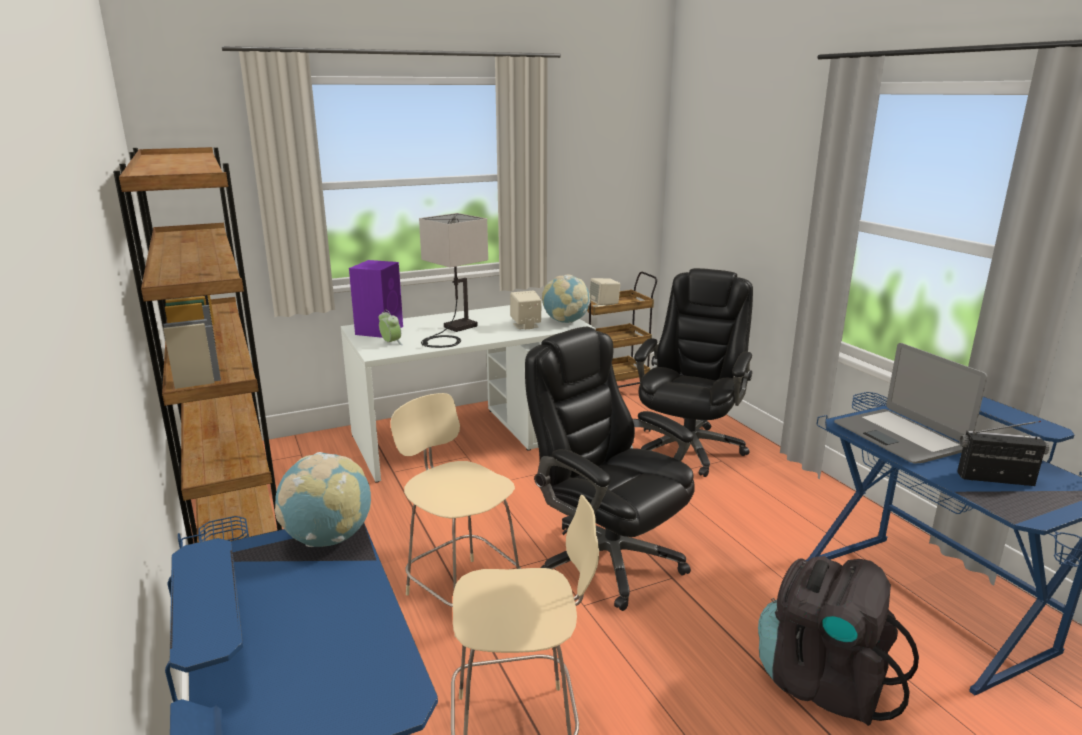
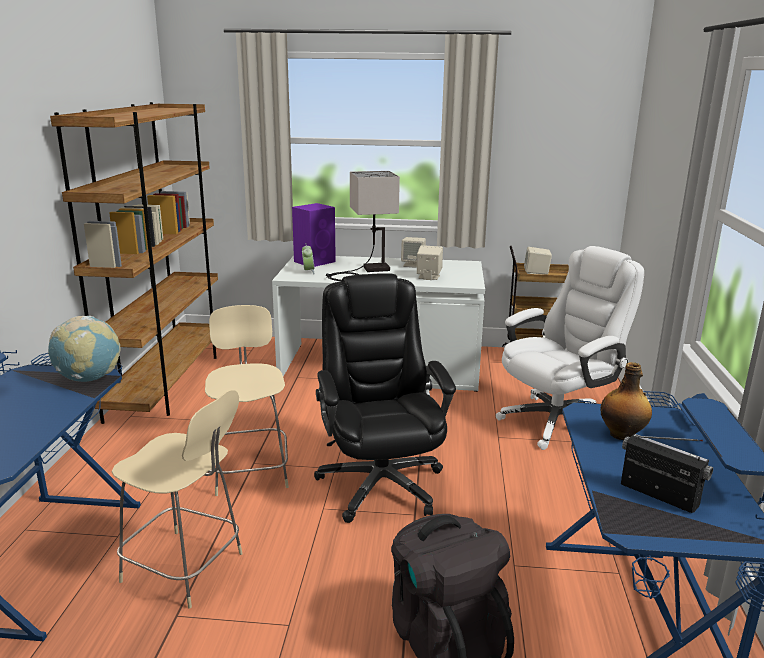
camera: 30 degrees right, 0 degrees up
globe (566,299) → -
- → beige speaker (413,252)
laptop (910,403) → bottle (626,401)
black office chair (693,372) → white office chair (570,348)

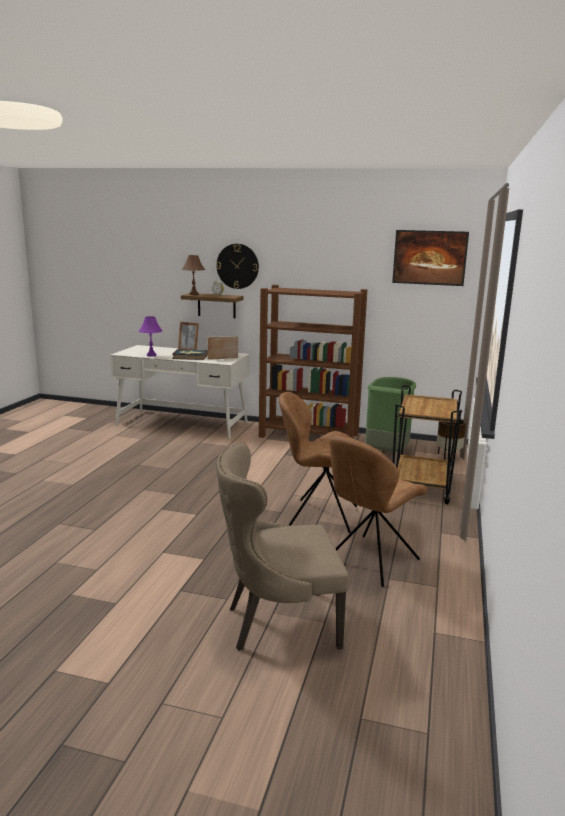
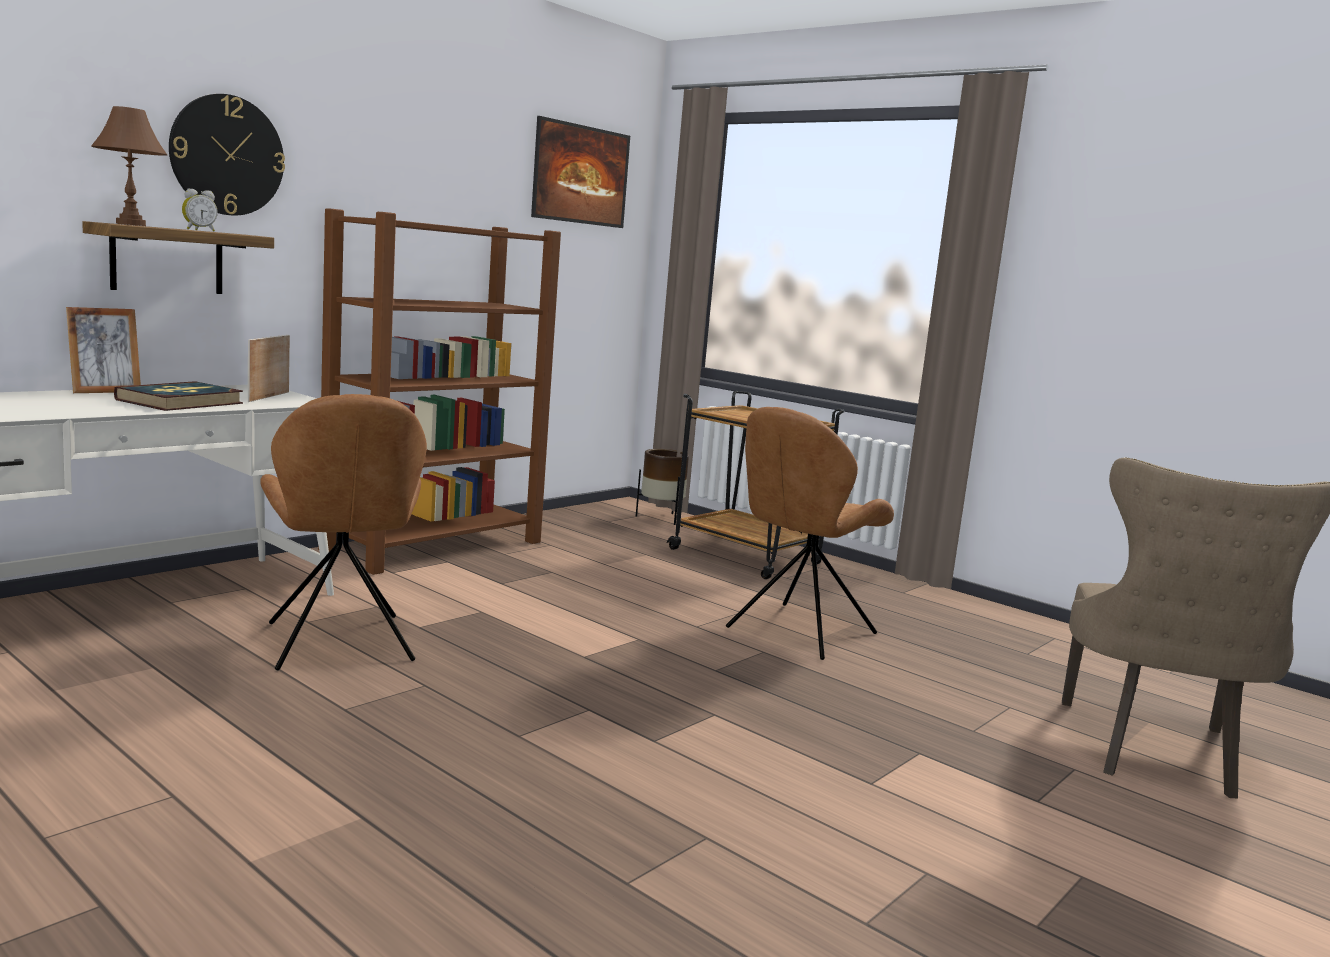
camera: 65 degrees left, 5 degrees down
purple table lamp (150,336) → -
green trash can (390,414) → -
brown chair (378,511) → brown chair (343,532), move

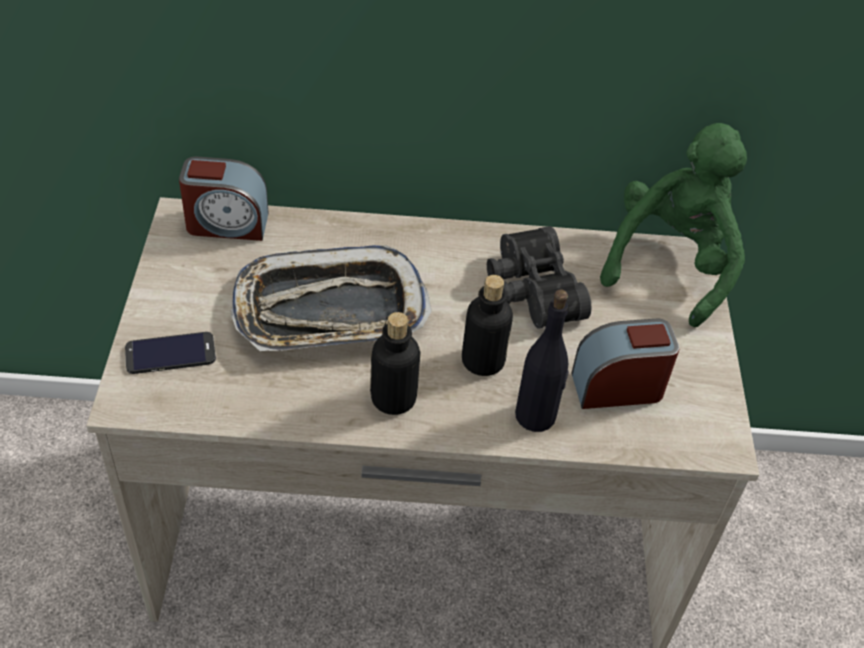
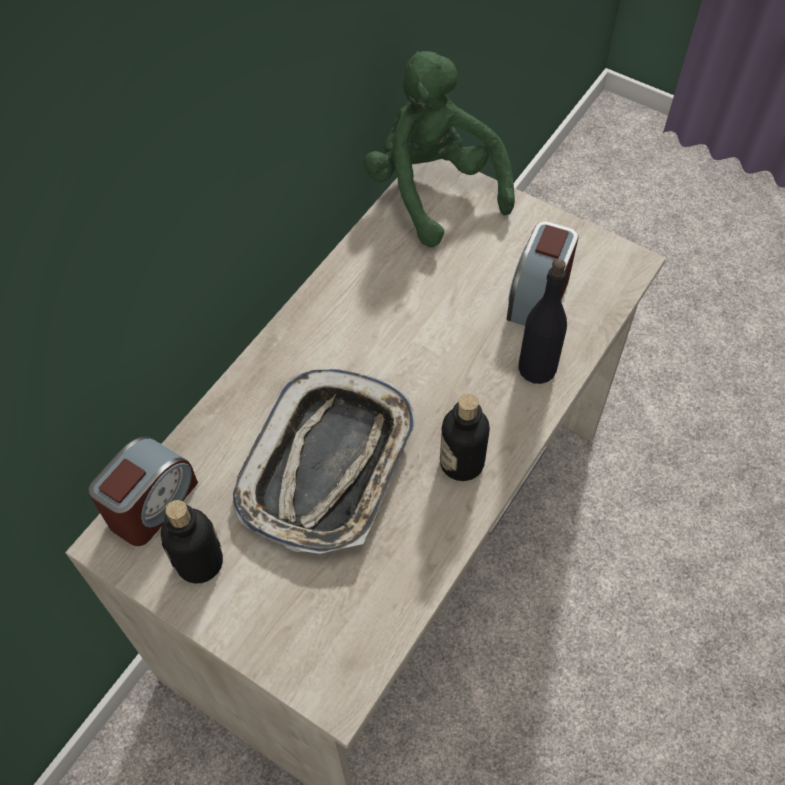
camera: 55 degrees left, 10 degrees up
phone (170,353) → -
black binoculars (539,277) → -
bottle (487,325) → bottle (192,542), move

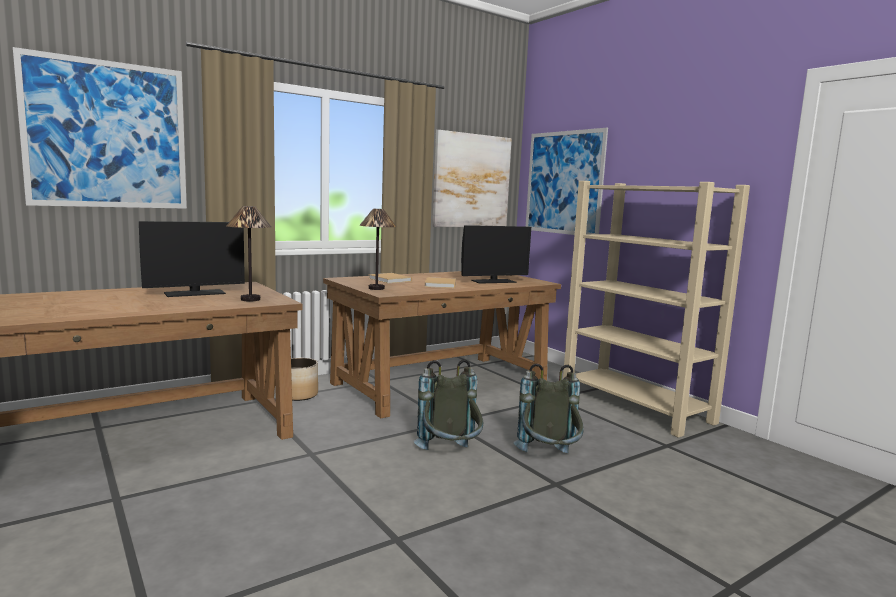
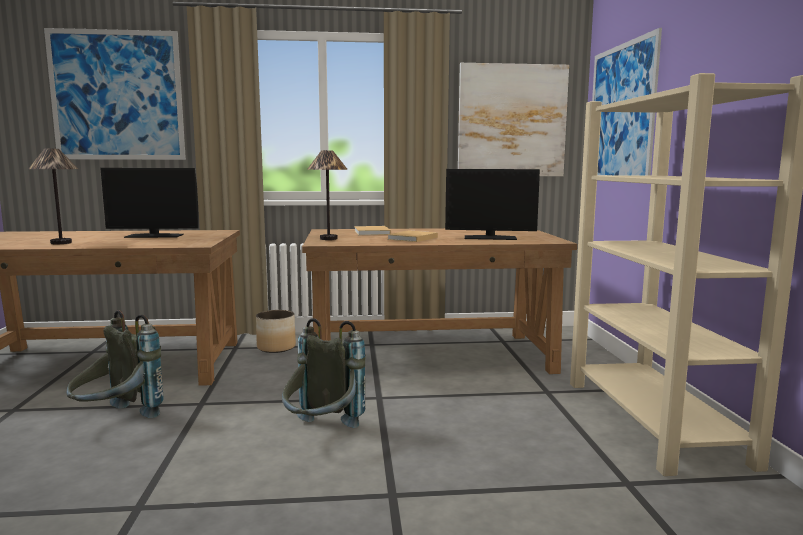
camera: 30 degrees right, 0 degrees up
table lamp (248,253) → table lamp (53,196), move
grey backpack (549,408) → grey backpack (114,364), move

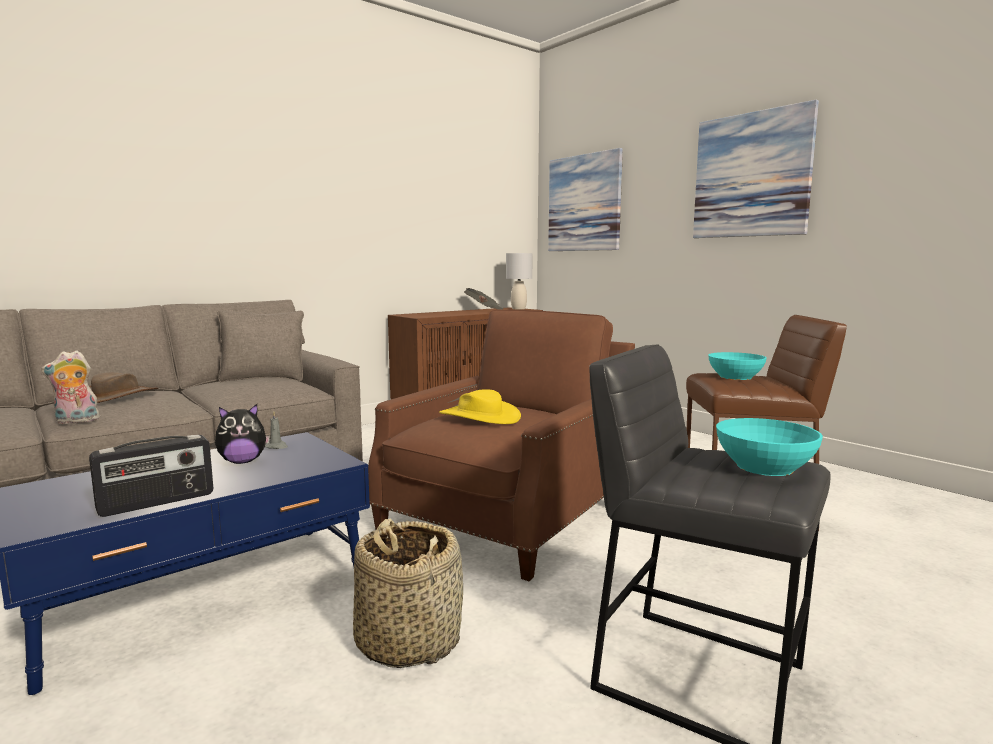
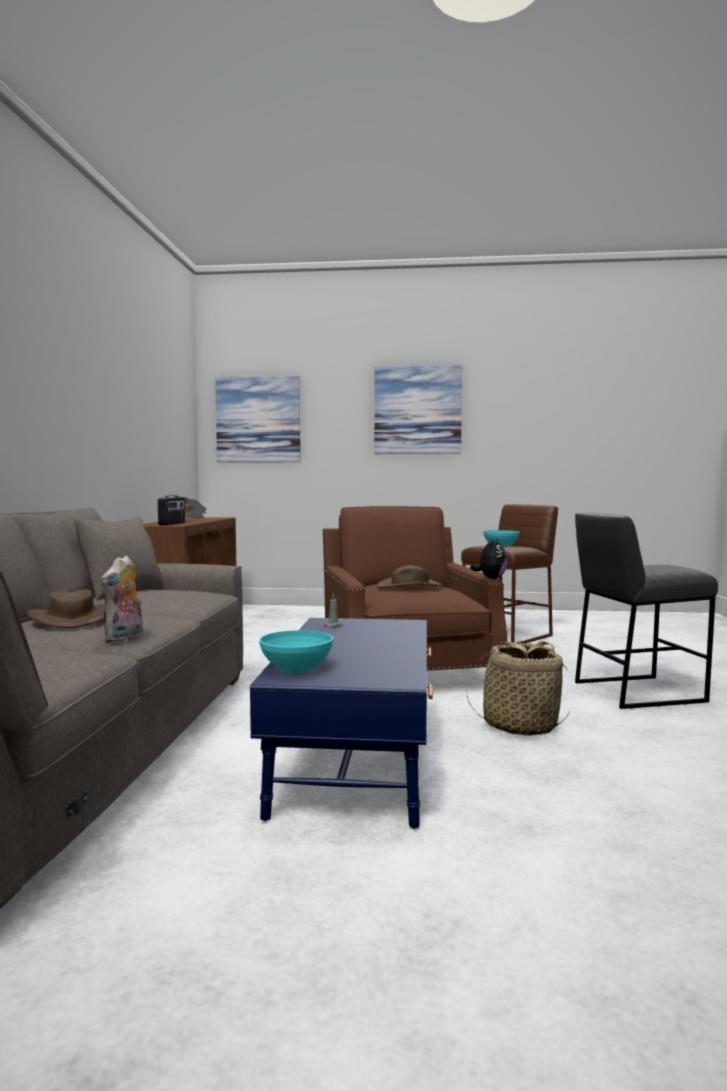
camera: 45 degrees left, 5 degrees down
grey table lamp (519,281) → -
radio (151,475) → radio (171,510), move
plush toy (242,434) → plush toy (488,558), move
turquoise bowl (769,447) → turquoise bowl (296,651), move
yellow hat (480,406) → brown hat (410,576)

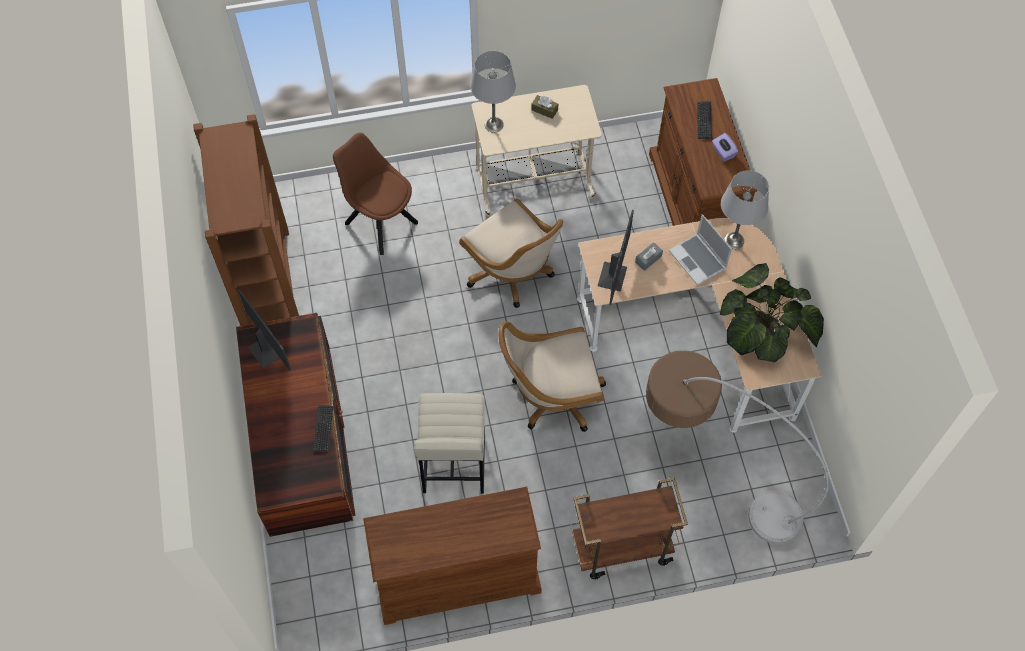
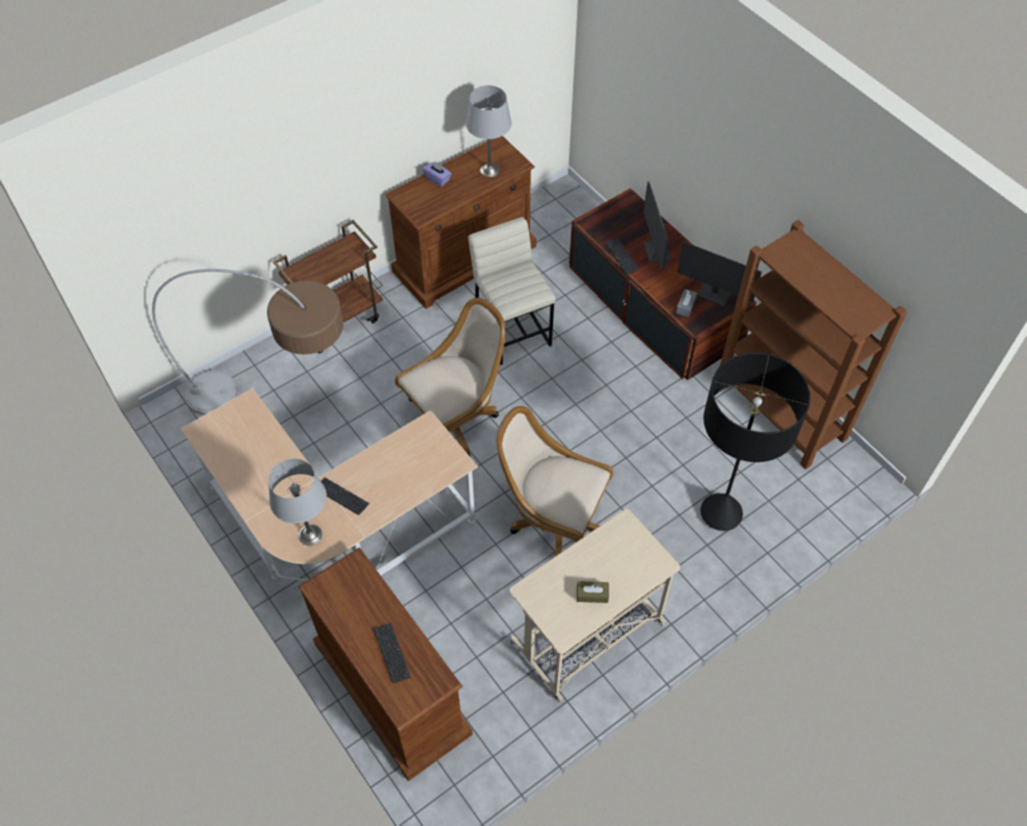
camera: 155 degrees right, 5 degrees down
potted plant (772,312) → -
grey table lamp (493,92) → grey table lamp (489,131), move
monitor (616,257) → monitor (657,226), move
grey tissue box (649,256) → grey tissue box (686,303), move
purple tissue box (725,147) → purple tissue box (437,174), move
brown chair (375,194) → black floor lamp (755,441)
laptop (700,250) → keyboard (345,496)

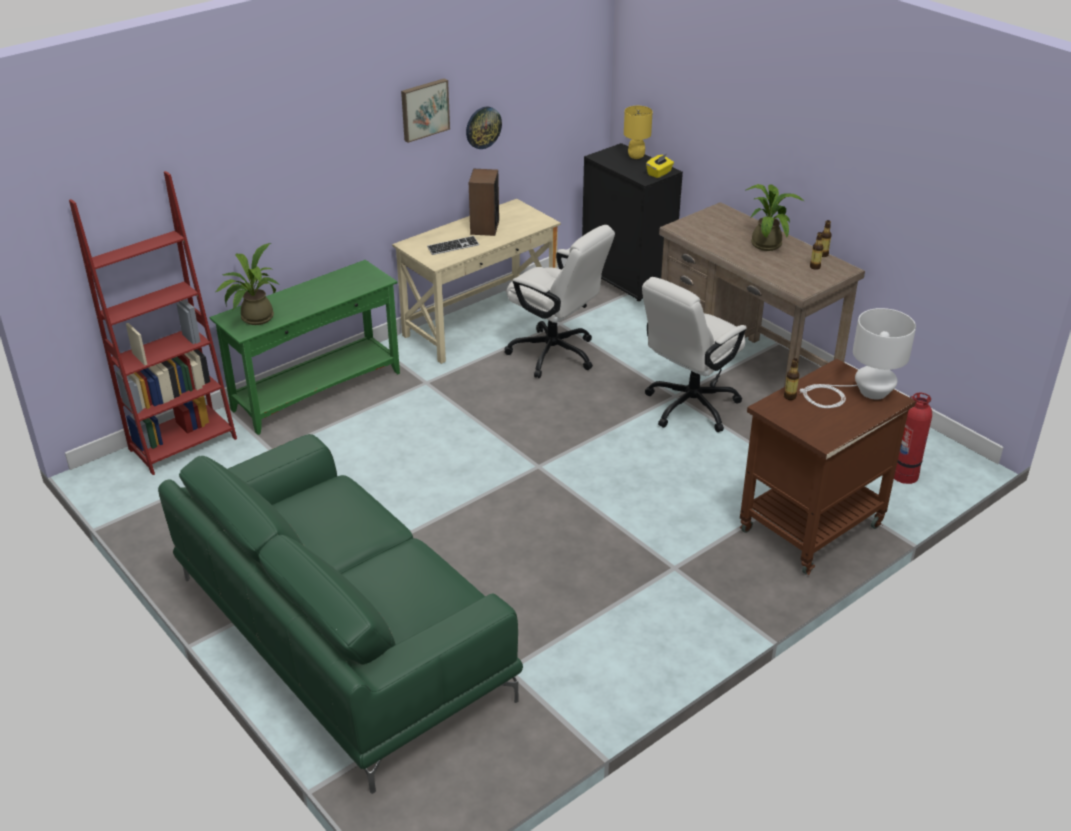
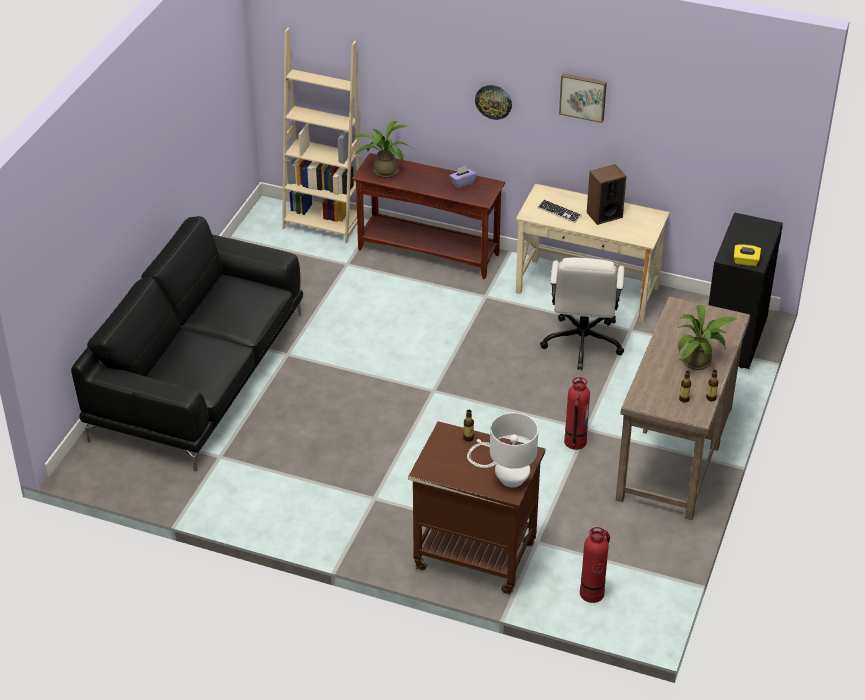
camera: 60 degrees right, 5 degrees up
yellow table lamp (638,132) → -
- → purple tissue box (463,177)
wall clock (484,128) → wall clock (493,102), move
white office chair (694,354) → fire extinguisher (577,413)
red bookcase (153,323) → beige bookcase (321,136)
green sofa (340,614) → black sofa (187,344)
green console table (304,347) → brown console table (428,216)

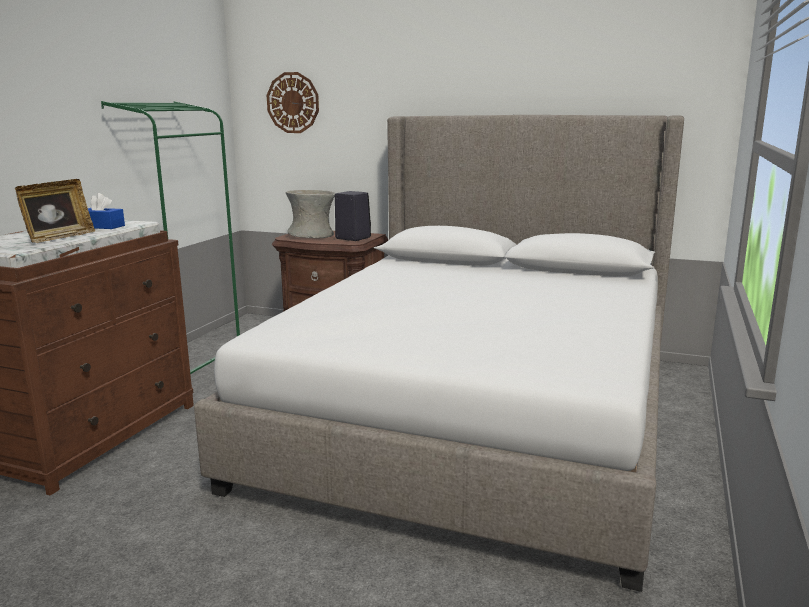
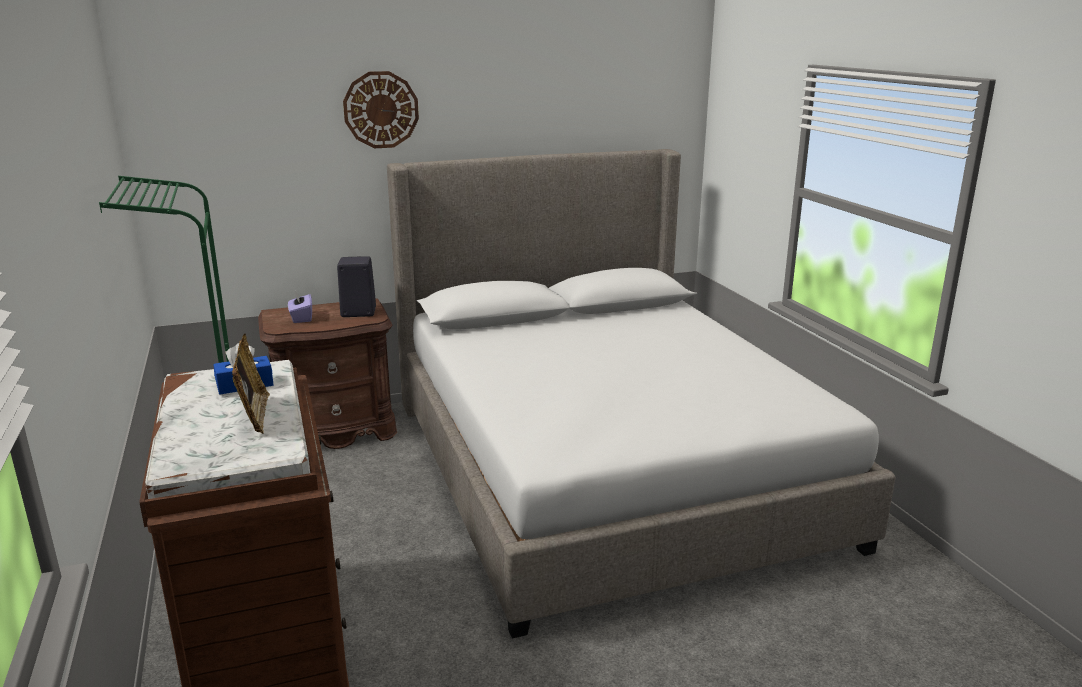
camera: 40 degrees left, 5 degrees up
wall clock (293,102) → wall clock (381,109), move
grey vase (311,214) → purple tissue box (300,306)

